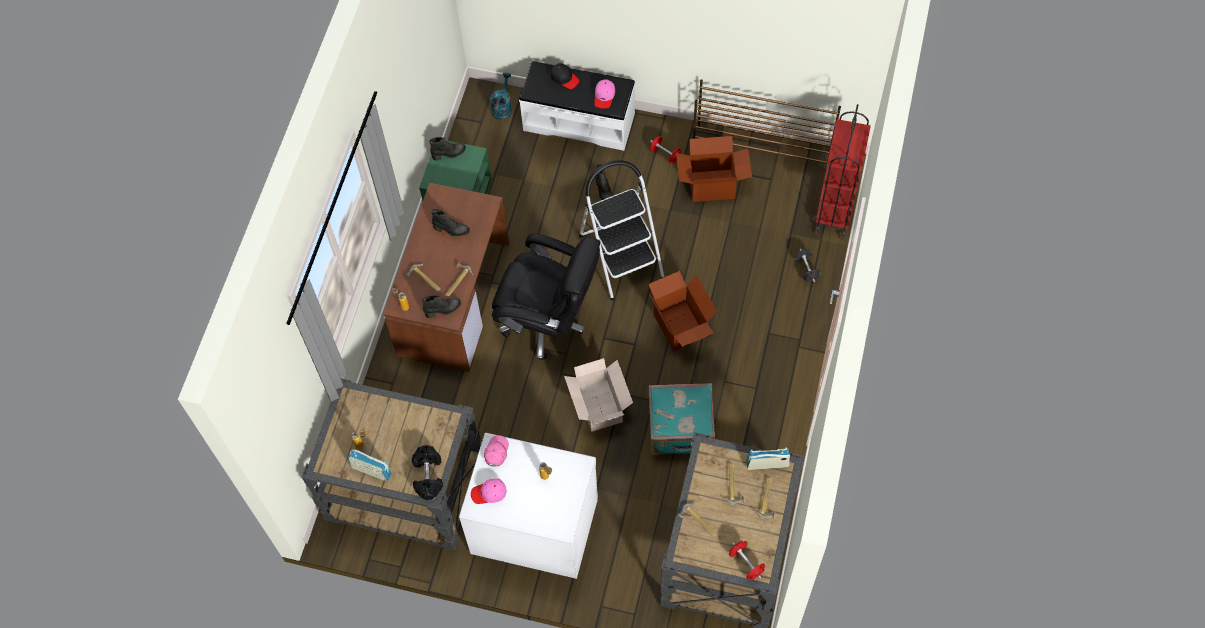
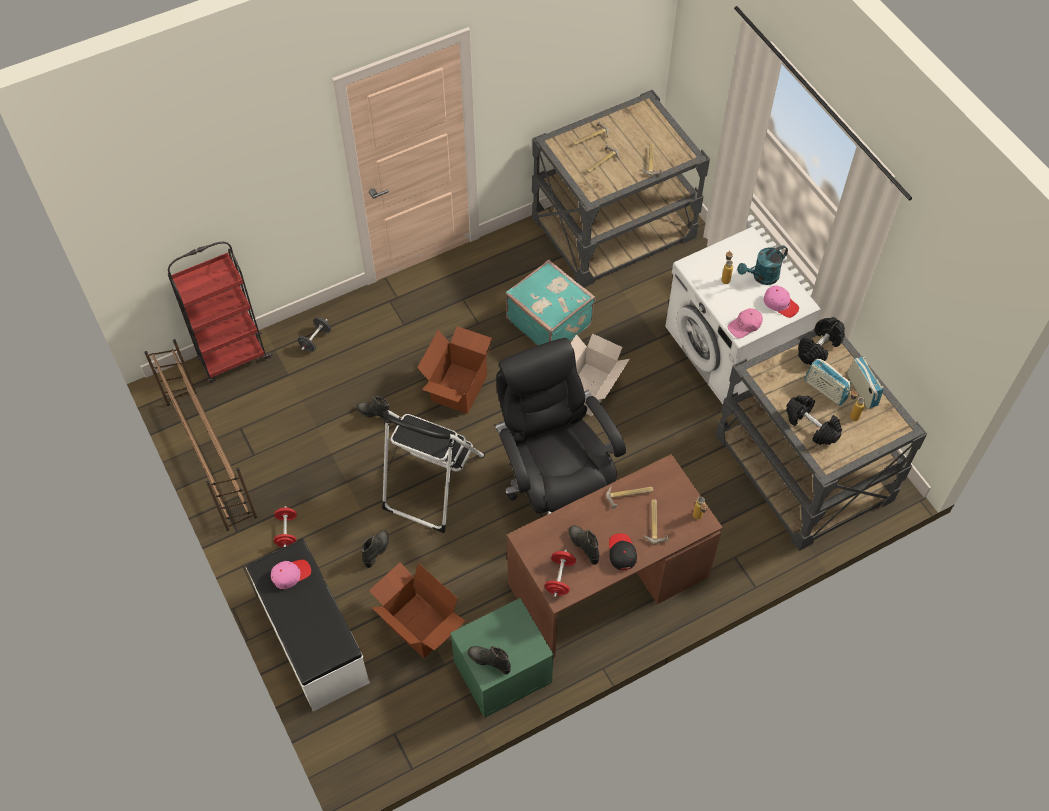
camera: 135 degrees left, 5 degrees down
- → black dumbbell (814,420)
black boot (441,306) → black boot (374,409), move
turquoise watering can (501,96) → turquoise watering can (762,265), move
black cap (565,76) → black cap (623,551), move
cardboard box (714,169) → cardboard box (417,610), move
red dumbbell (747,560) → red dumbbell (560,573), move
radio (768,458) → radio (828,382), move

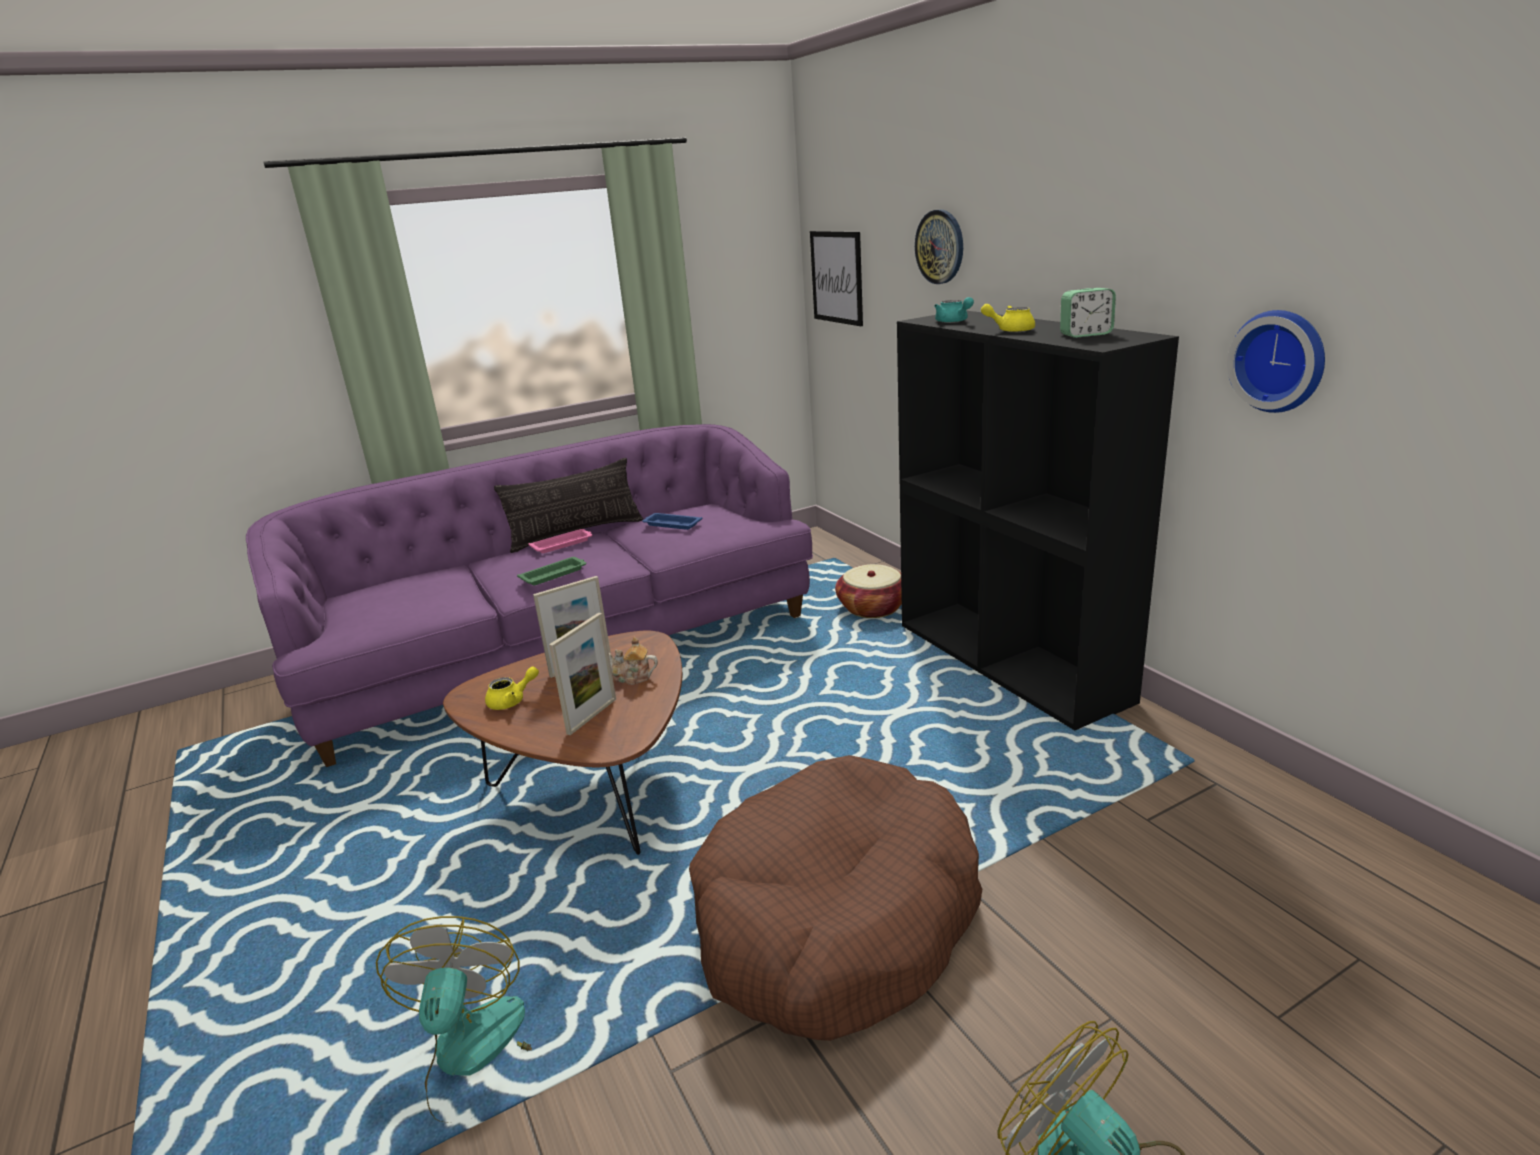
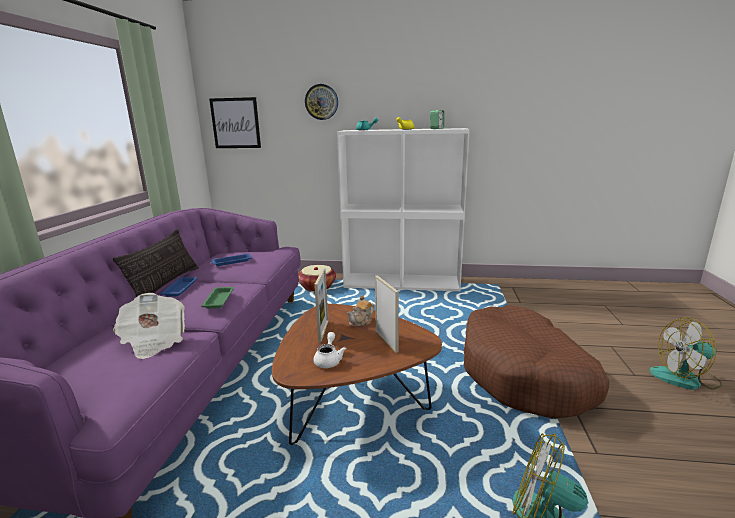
camera: 55 degrees left, 5 degrees down
wall clock (1276,361) → -
- → newspaper (149,326)
yellow teapot (512,688) → white teapot (330,350)
pink tray (560,541) → blue tray (178,286)
black bookcase (1038,520) → white bookcase (403,209)

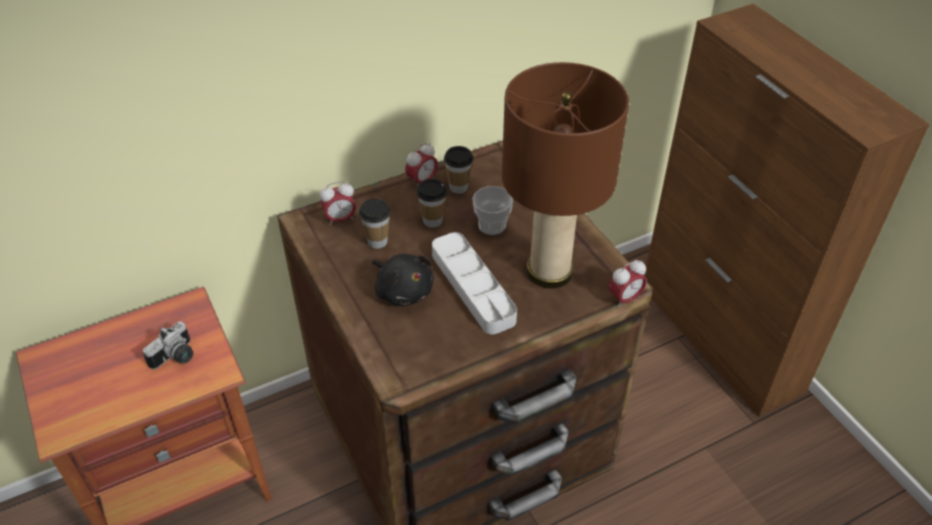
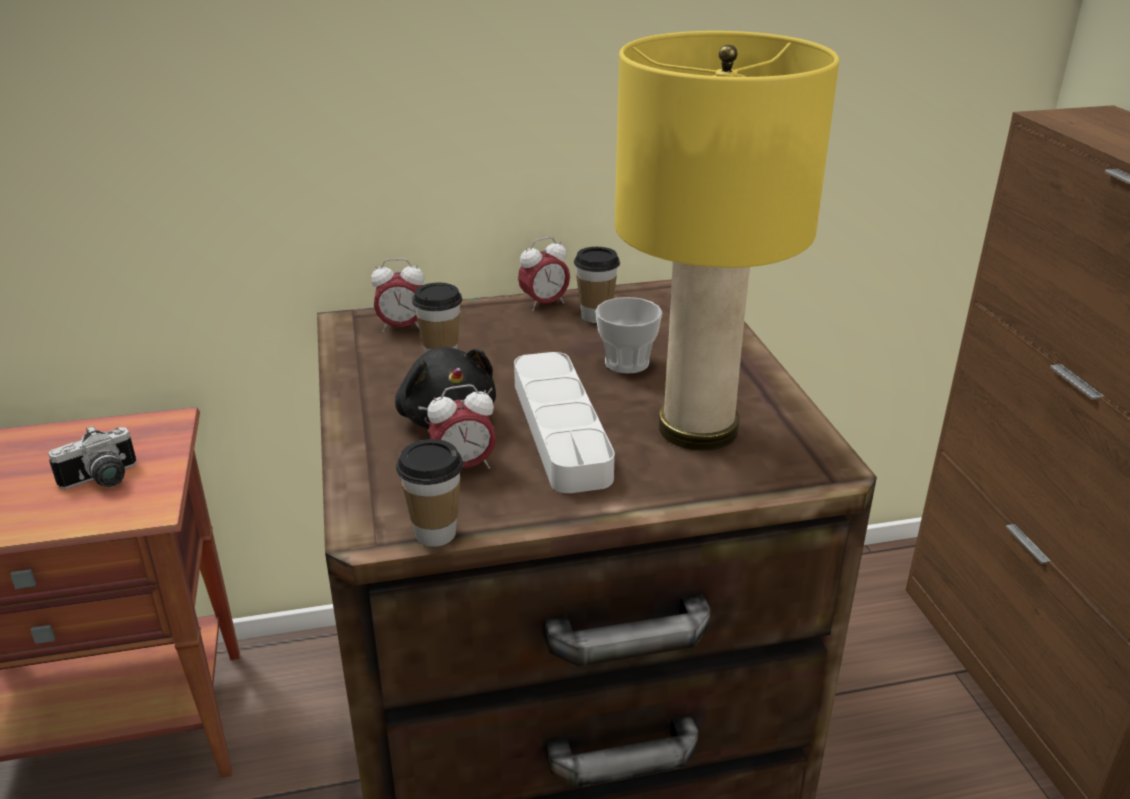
camera: 15 degrees right, 15 degrees down
cup (431,203) → cup (429,493), move
alarm clock (627,284) → alarm clock (461,426), move
brown table lamp (565,175) → yellow table lamp (727,240)

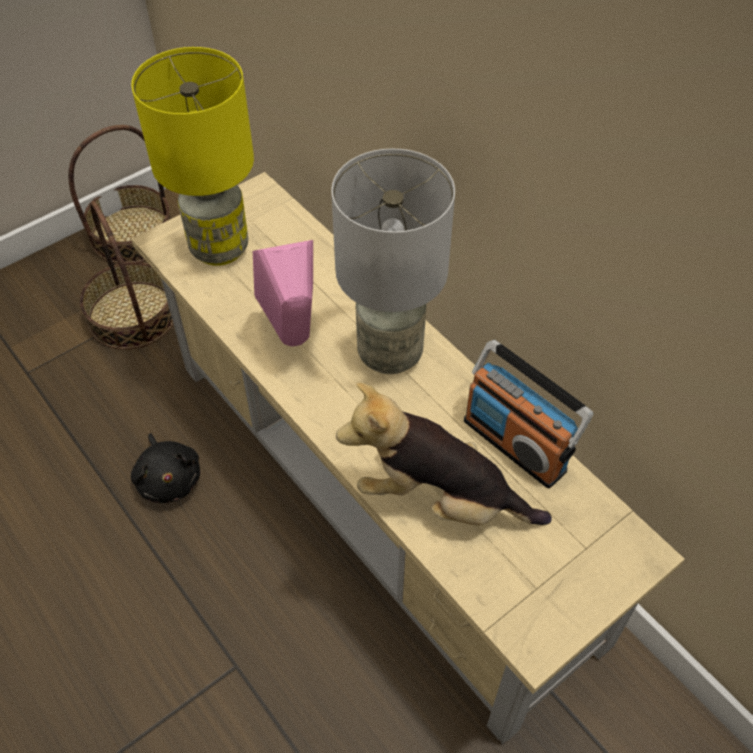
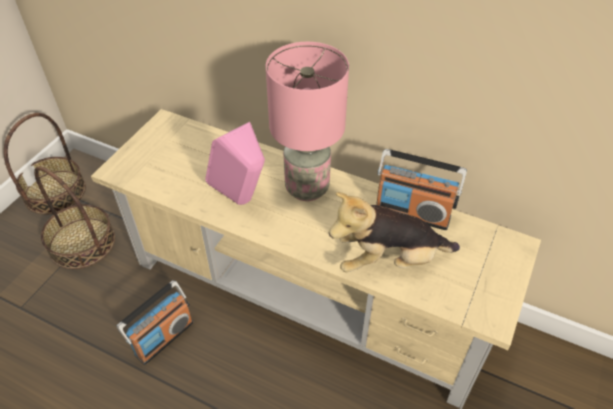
camera: 25 degrees left, 5 degrees down
yellow table lamp (192,156) → -
black plush toy (165,468) → radio (155,322)
grey table lamp (393,261) → pink table lamp (307,121)

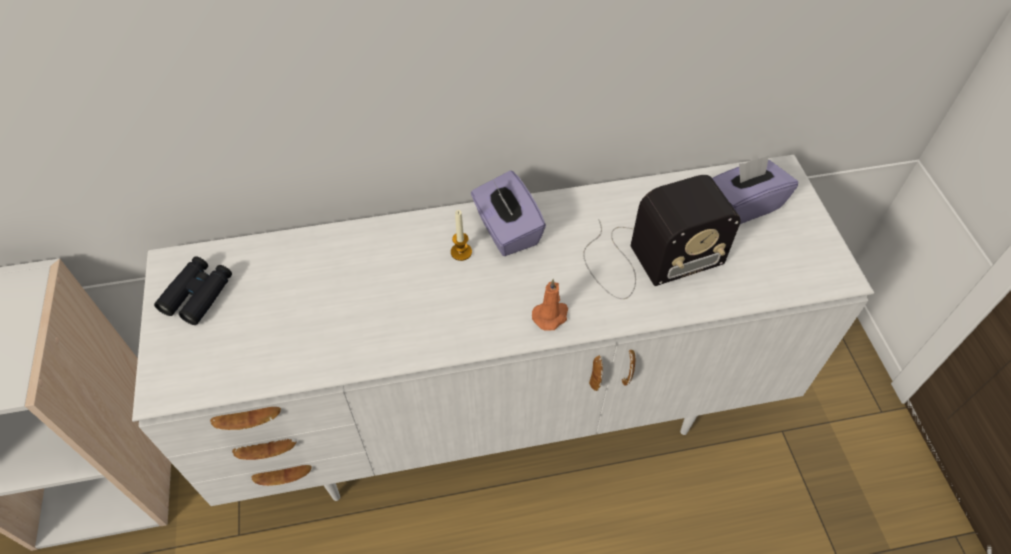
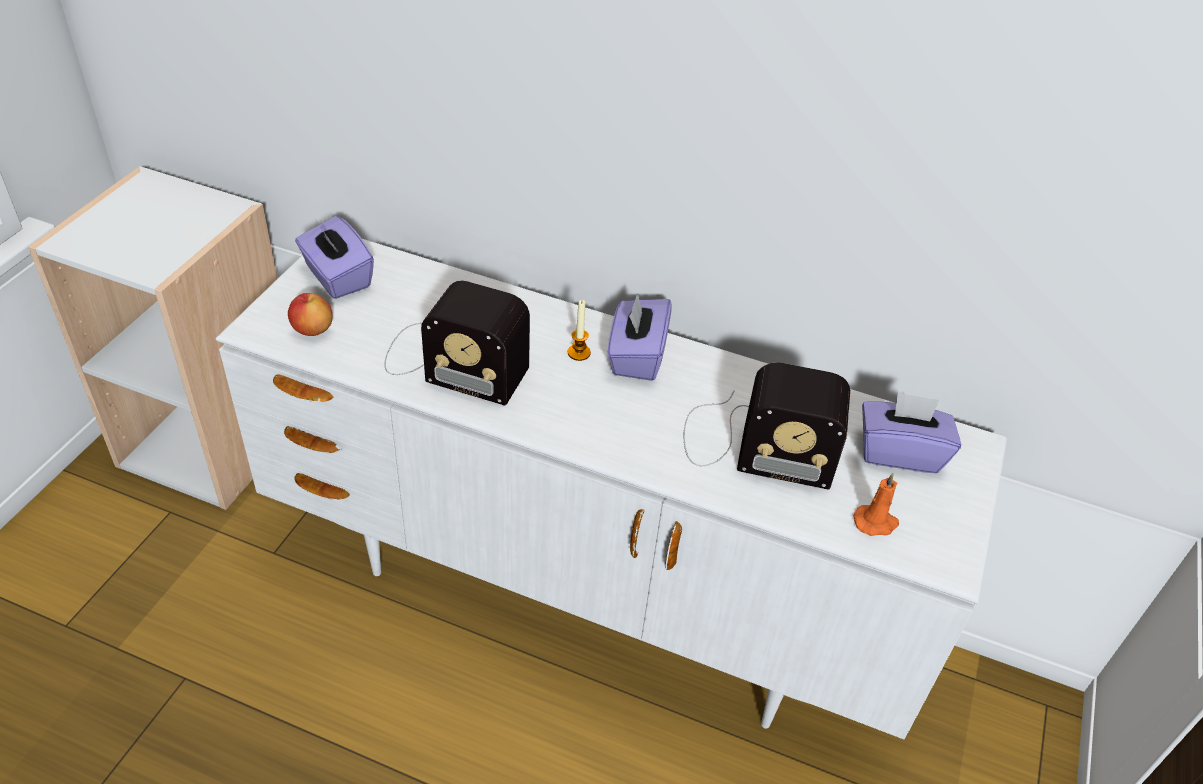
camera: 30 degrees right, 10 degrees down
- → apple (310,314)
- → radio (457,343)
orange candle (550,305) → orange candle (876,504), move
black binoculars (193,290) → purple tissue box (334,257)

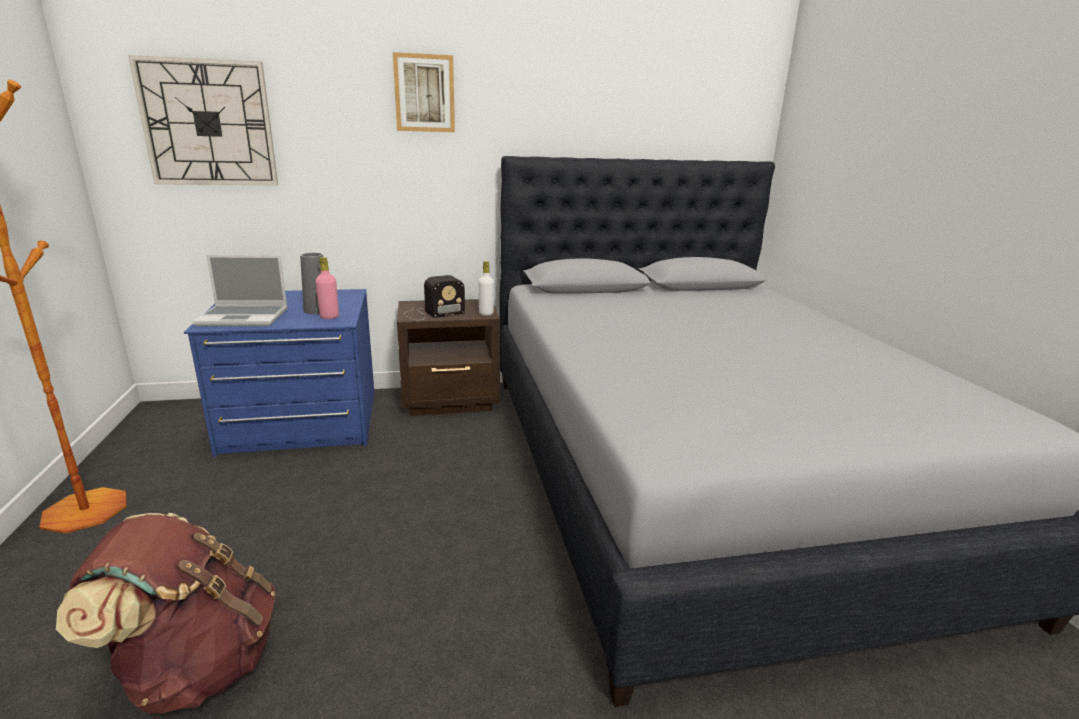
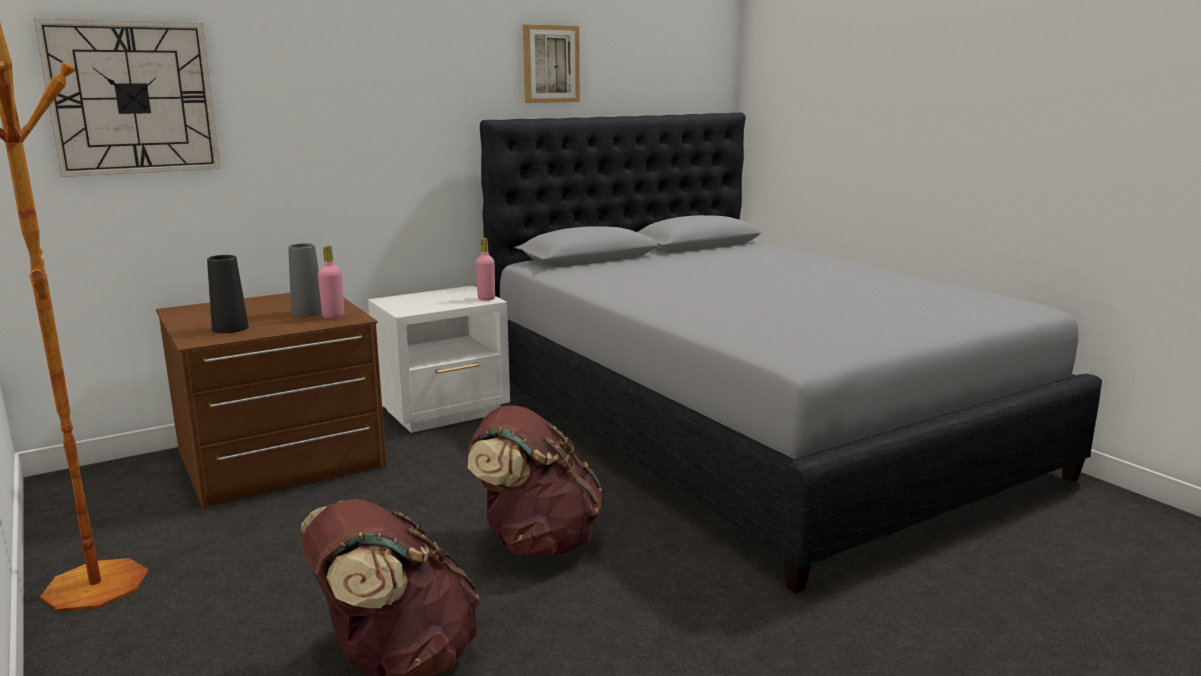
camera: 20 degrees left, 5 degrees down
radio (434,297) → -
- → brown backpack (535,481)
picture (424,92) → picture (551,64), move
laptop (240,290) → black vase (228,294)
blue dresser (279,373) → brown dresser (271,401)
brown nightstand (448,357) → white nightstand (439,359)
white bottle (486,288) → pink bottle (485,269)

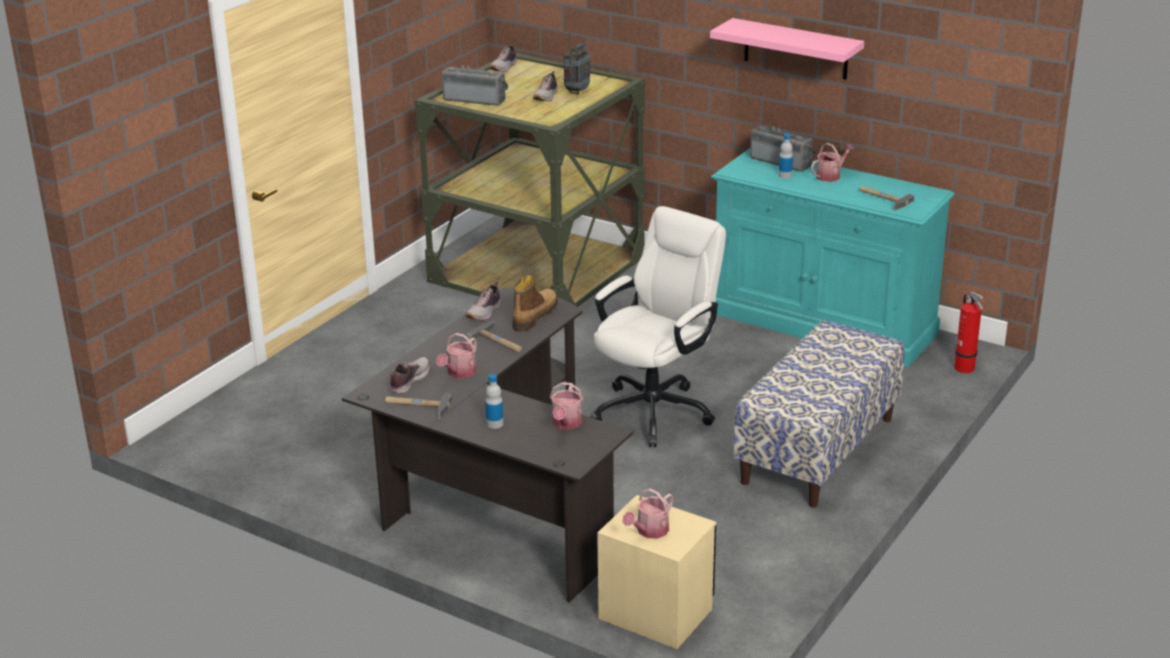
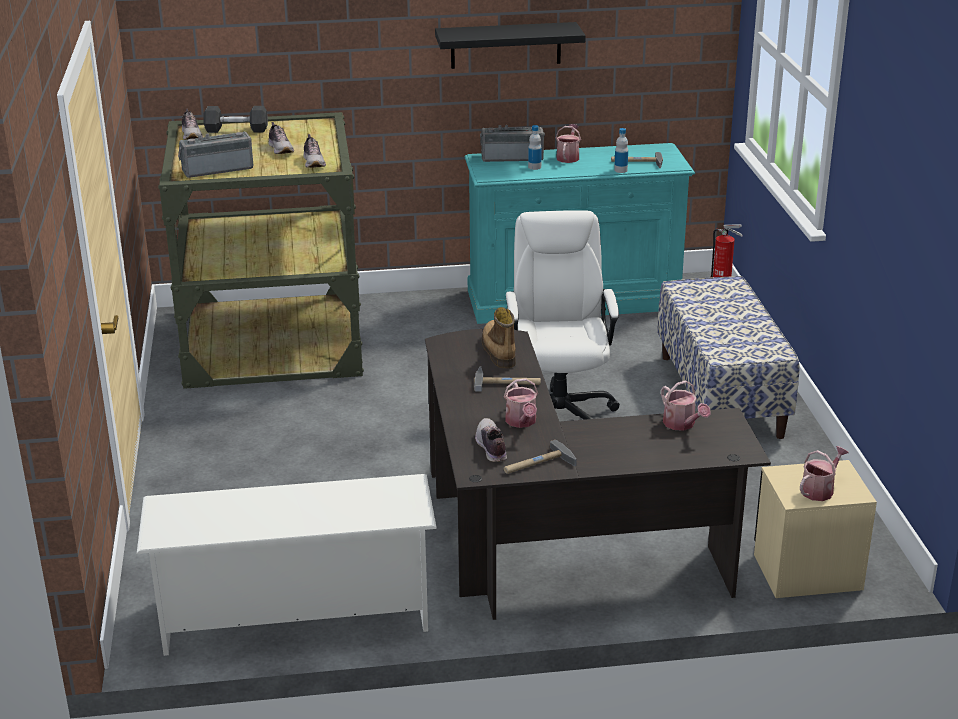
camera: 40 degrees left, 0 degrees up
radio (576,63) → -
- → white shoe rack (287,565)
- → grey dumbbell (235,119)
shoe (483,301) → shoe (314,151), move
bottle (494,401) → bottle (621,150), move
pink shelf (787,49) → black shelf (510,45)
watering can (648,514) → watering can (824,473), 135 degrees counterclockwise

